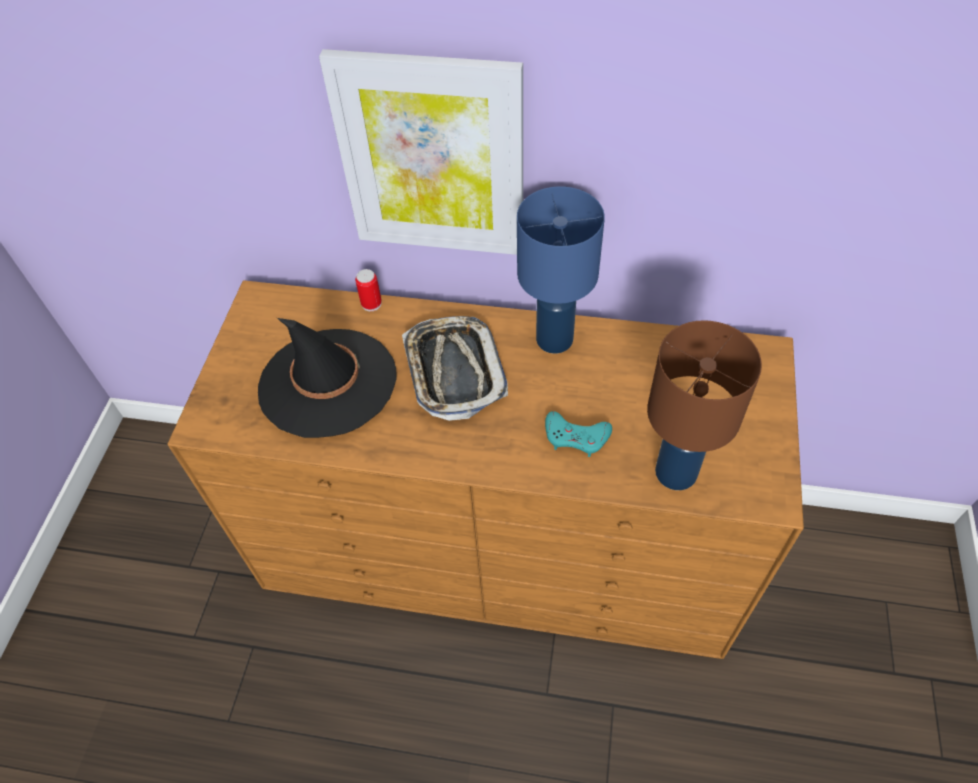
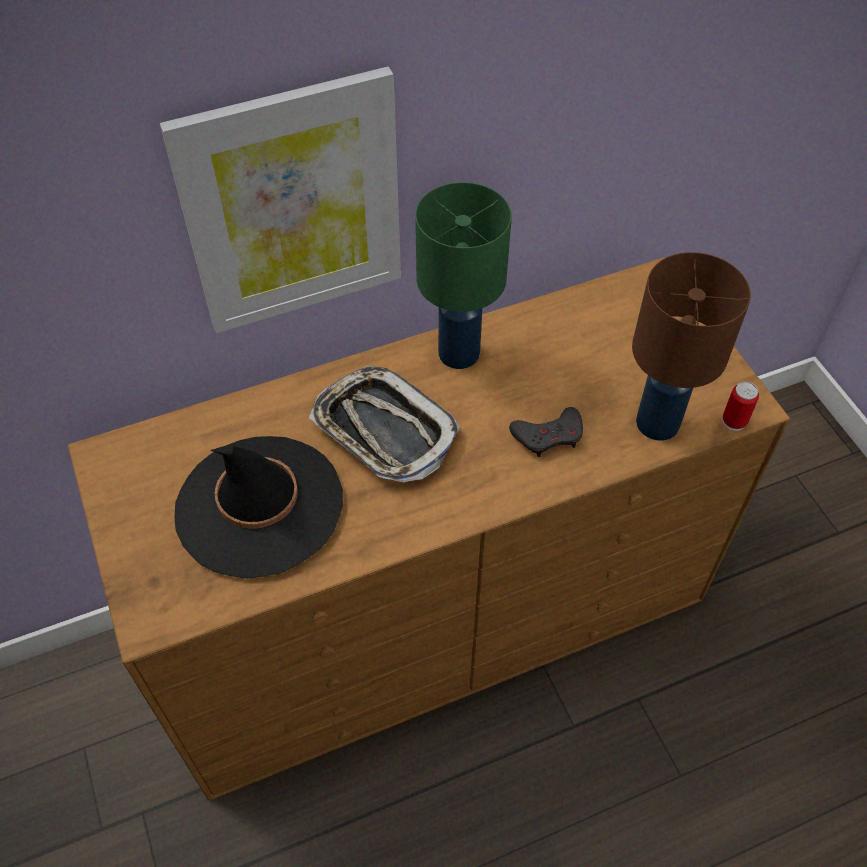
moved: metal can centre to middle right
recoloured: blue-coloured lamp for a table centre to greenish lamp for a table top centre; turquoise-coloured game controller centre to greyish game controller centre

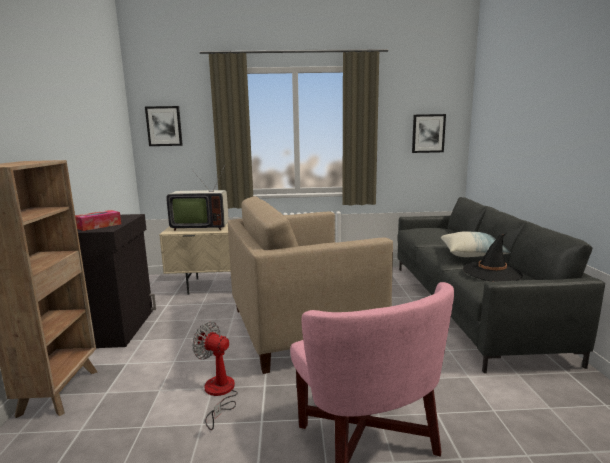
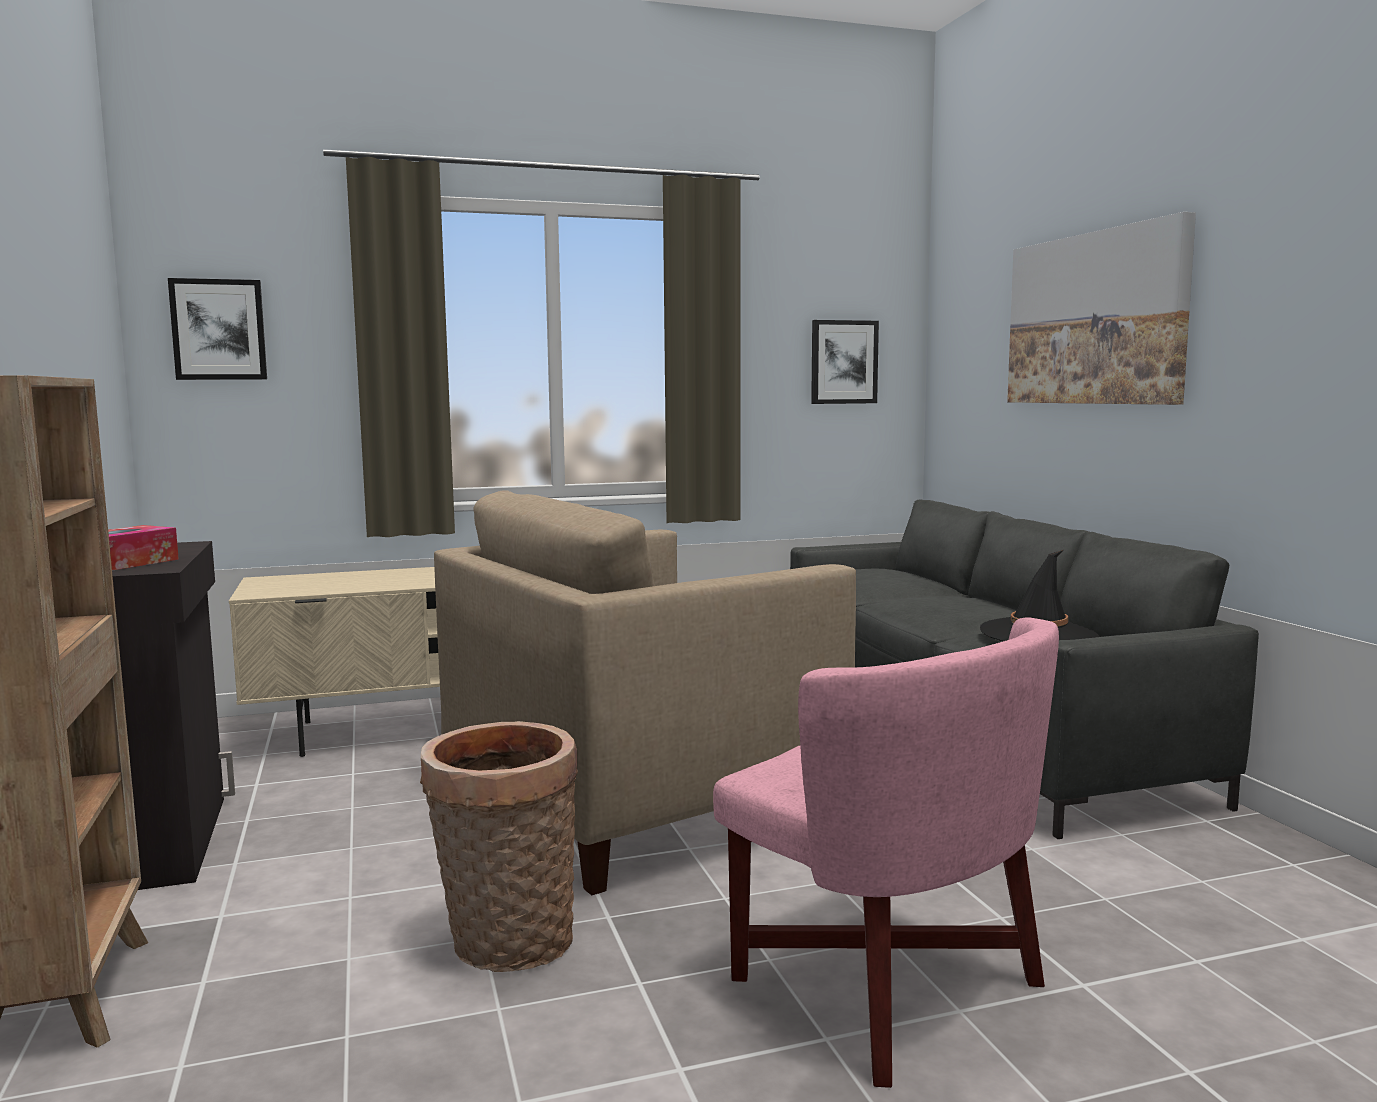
removed: TV set middle left; throw pillow middle right
added: picture (3rd from left) top right
replaced: cooling fan bottom centre to household basket bottom centre

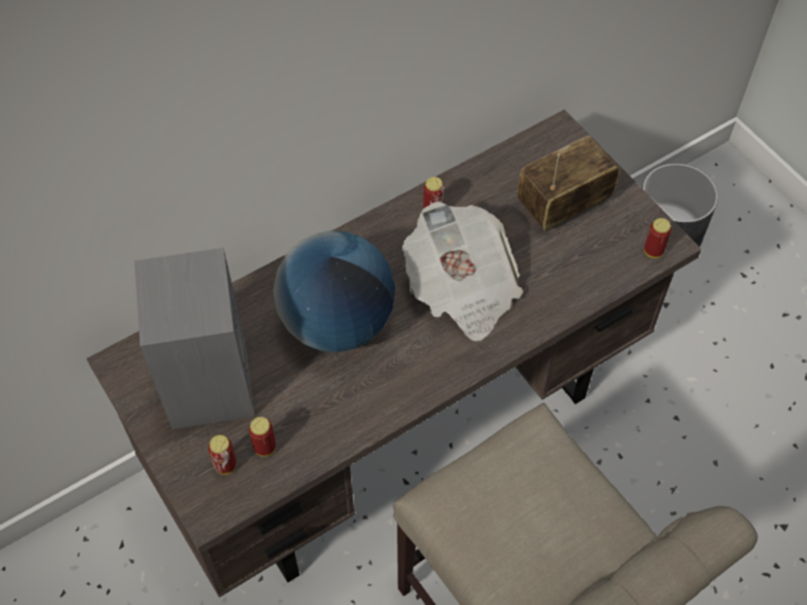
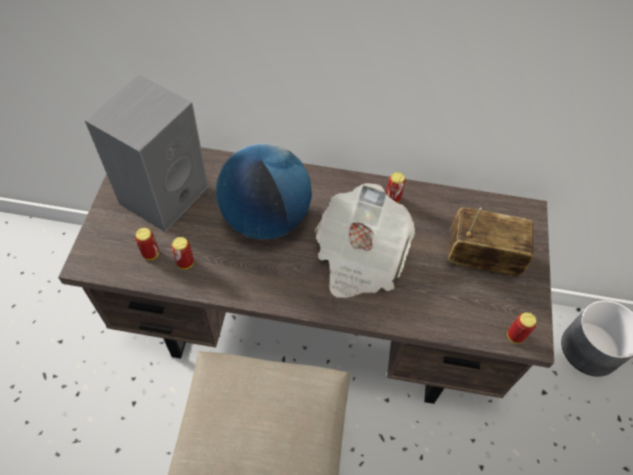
moved: metal can (1st from left in the first image) bottom left to metal can (2nd from left) middle left

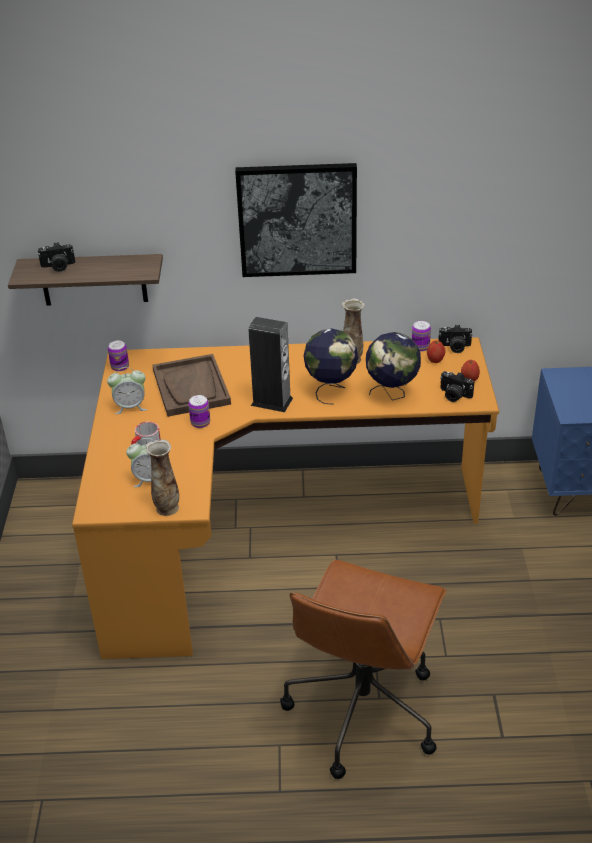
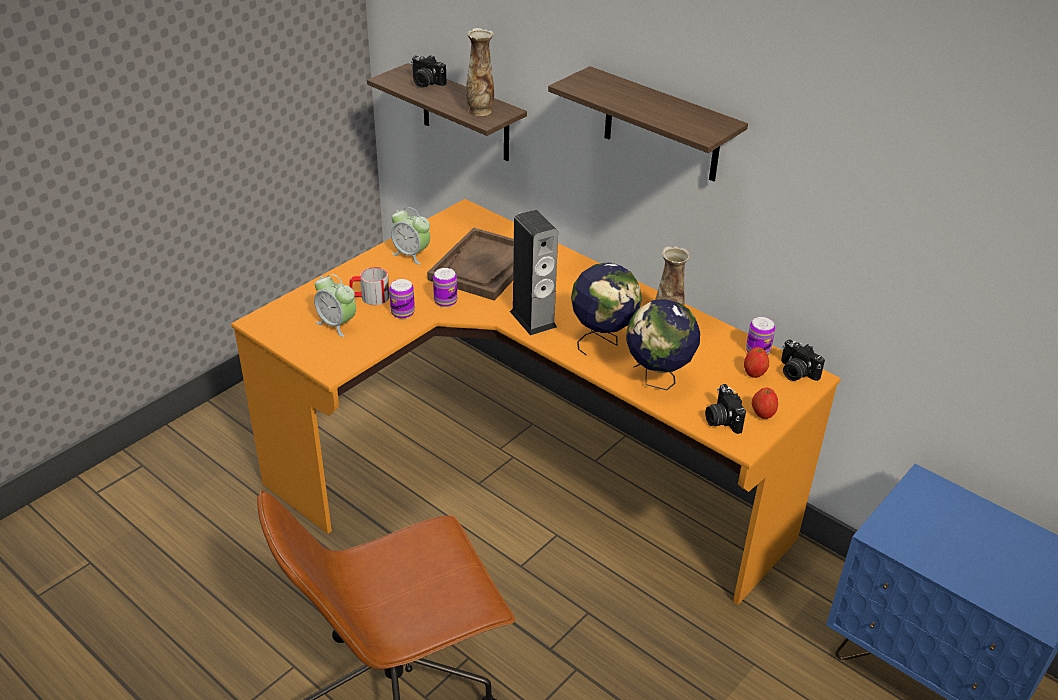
moved: metal can (1st from left) middle left to centre; vase (1st from left) middle left to top centre
replaced: picture top centre to bracket shelf (2nd from left) top centre

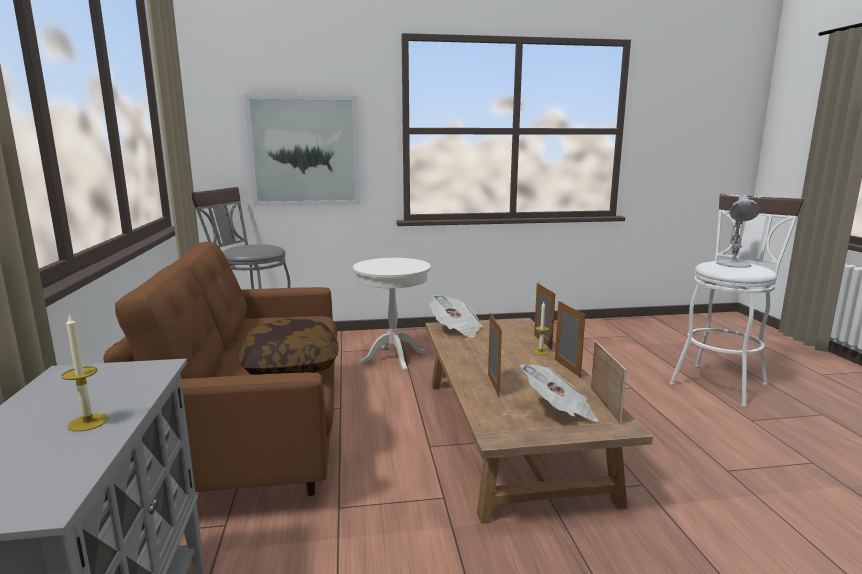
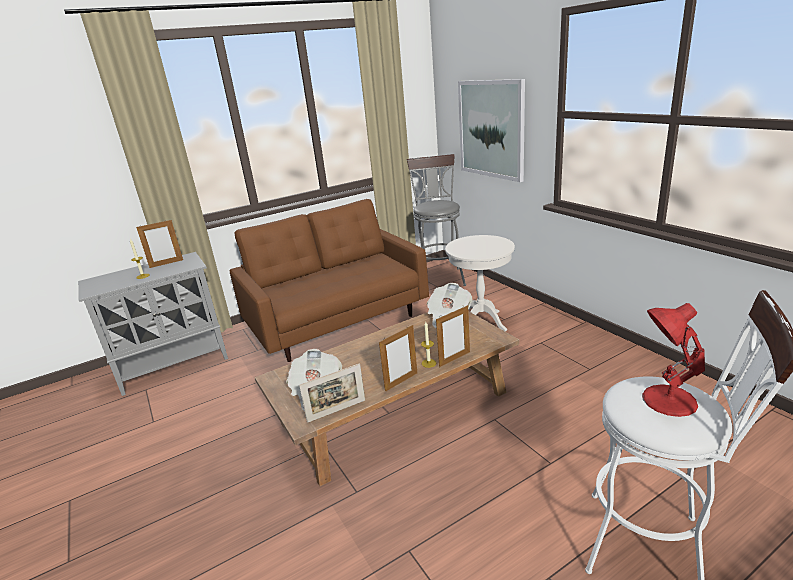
removed: throw pillow centre
moved: picture frame (1st from left) centre to middle left
recoloured: whitish lamp for a table middle right to red lamp for a table middle right

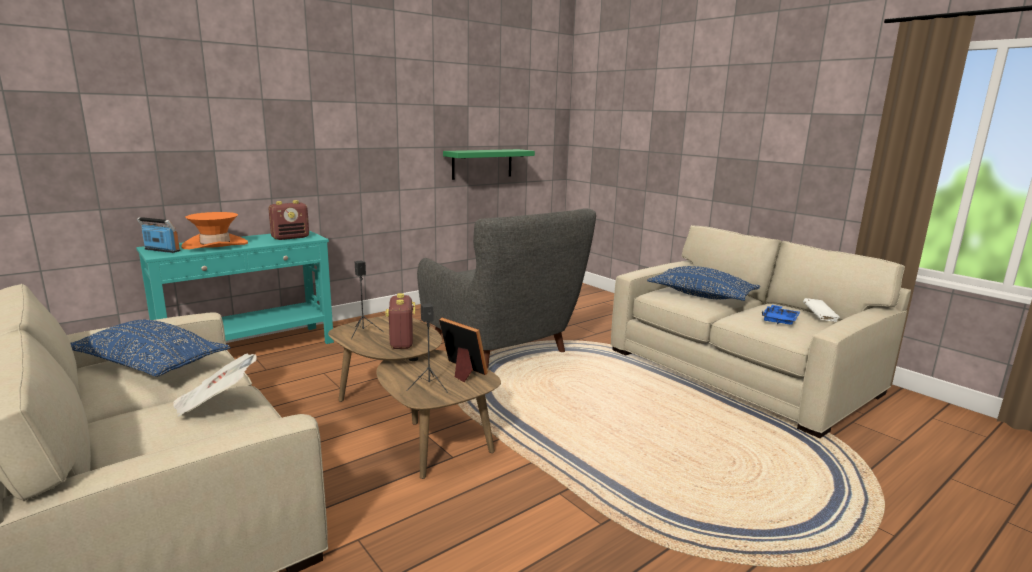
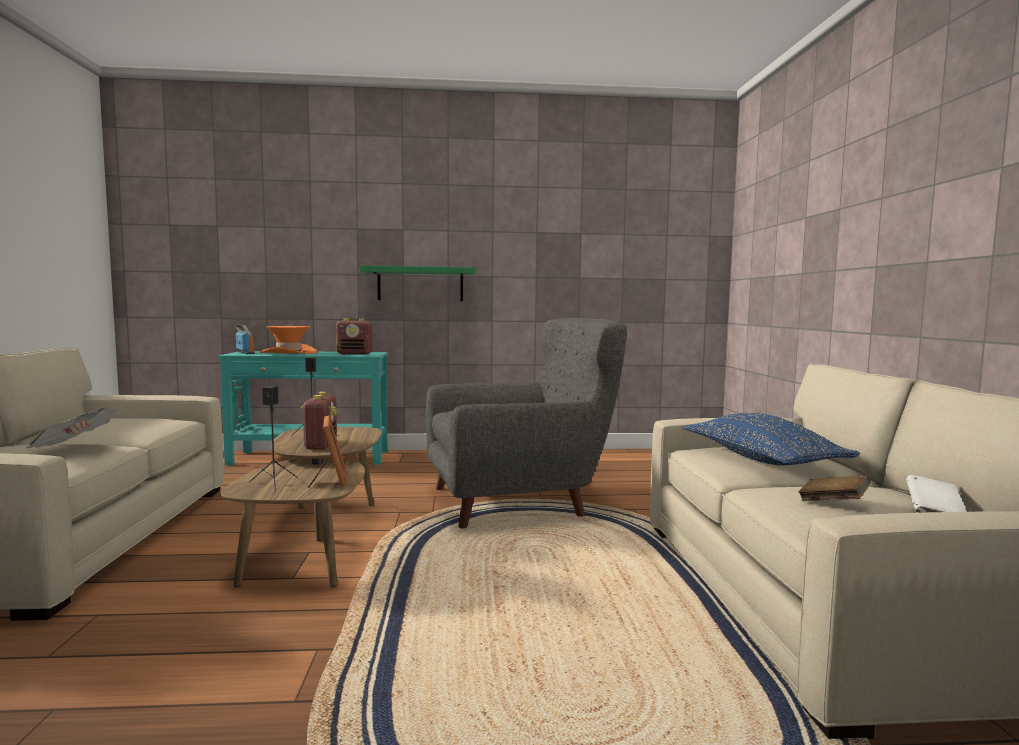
removed: blue-coloured throw pillow (1st from left) middle left
moved: greenish bracket shelf top centre to centre
replaced: blue-coloured tray middle right to brownish bound book middle right
turned: radio receiver (3rd from left in the first image) centre = middle left 150 degrees clockwise; greyish armchair centre = centre 105 degrees counterclockwise

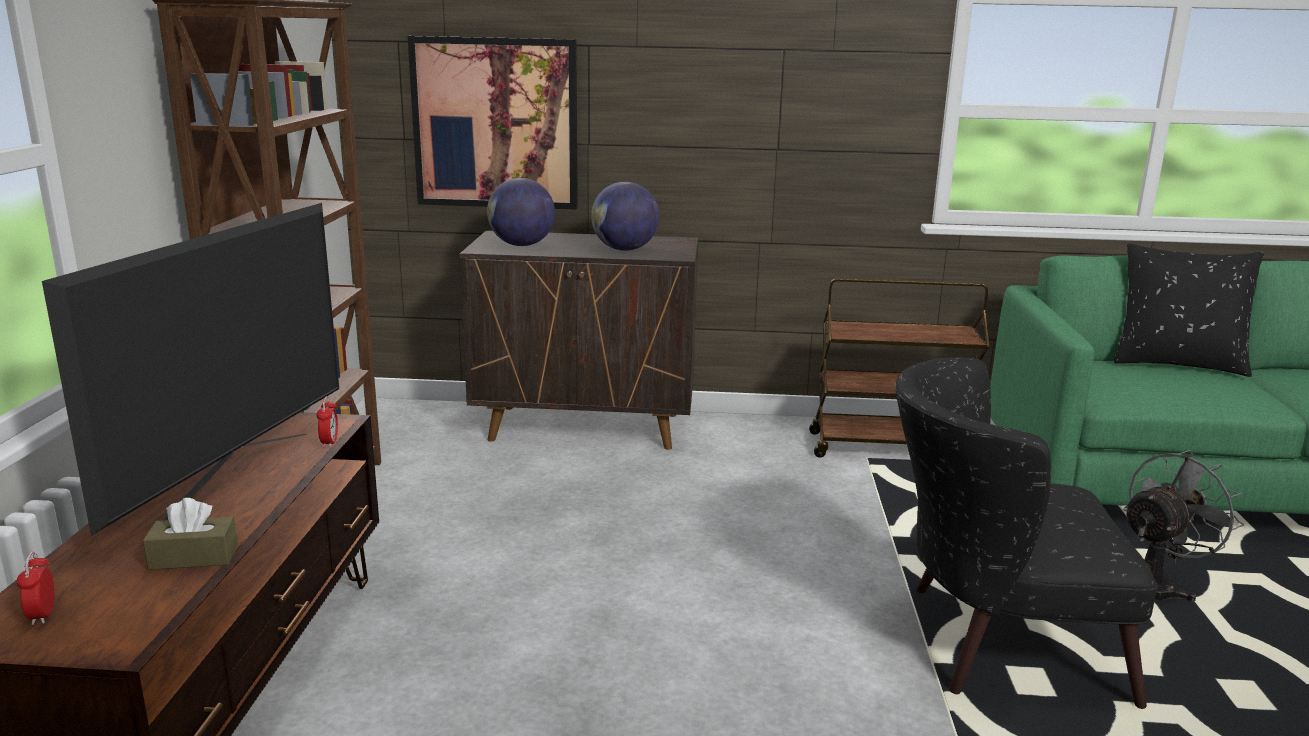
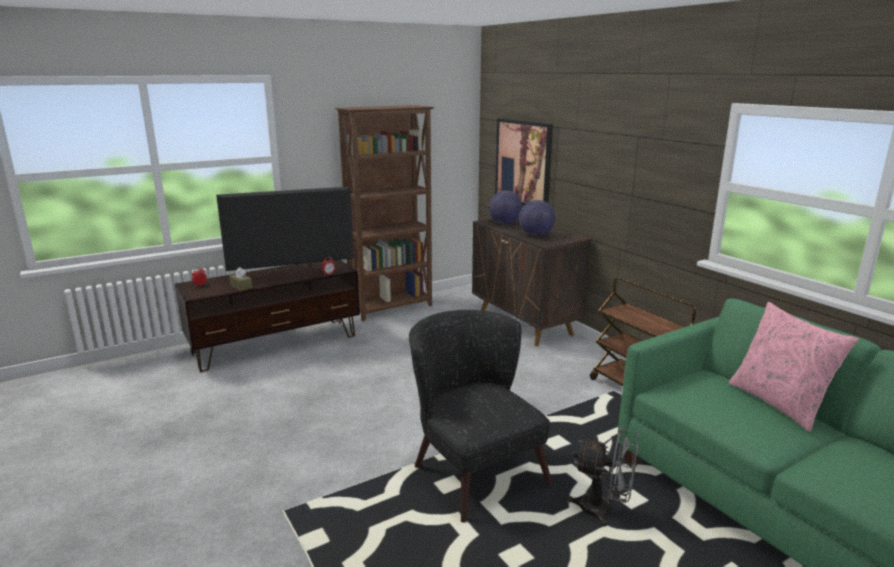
recoloured: blackish throw pillow middle right to pink throw pillow middle right

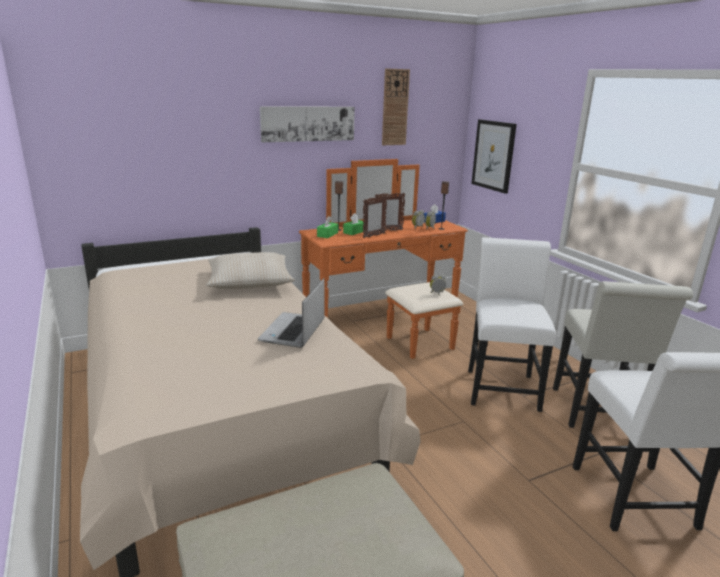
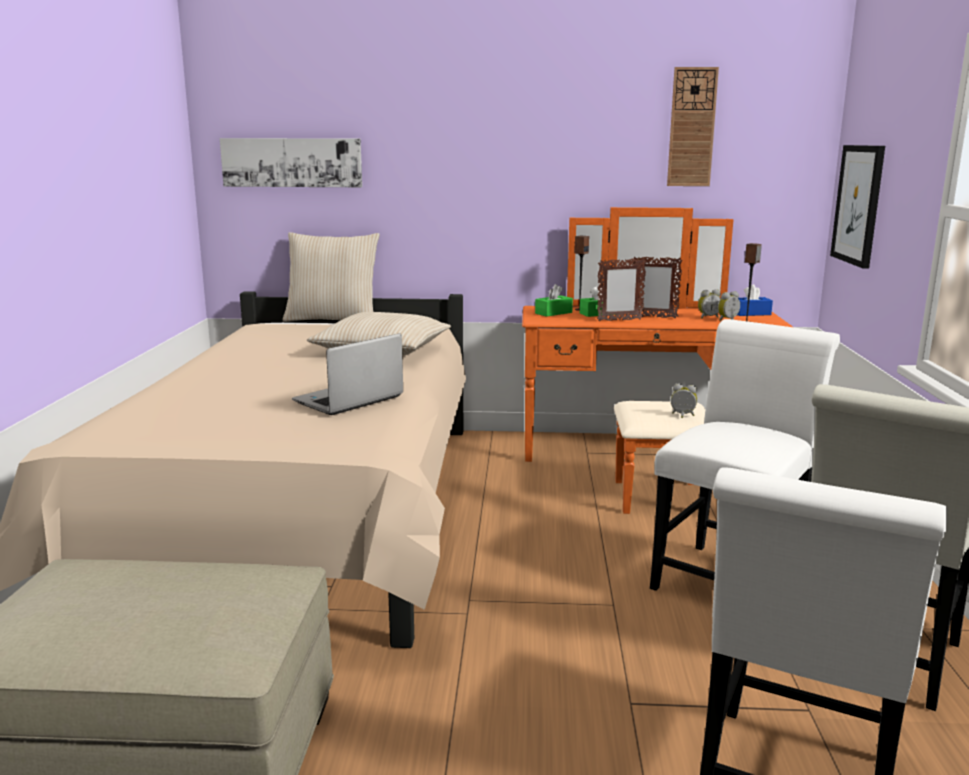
added: sand-coloured throw pillow (1st from left) centre
moved: picture (1st from left) top centre to top left

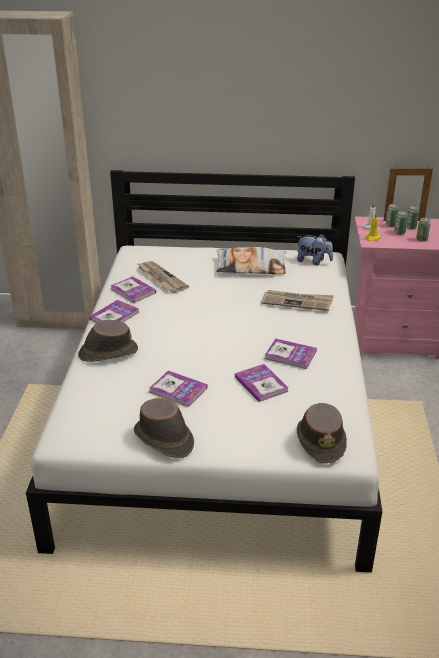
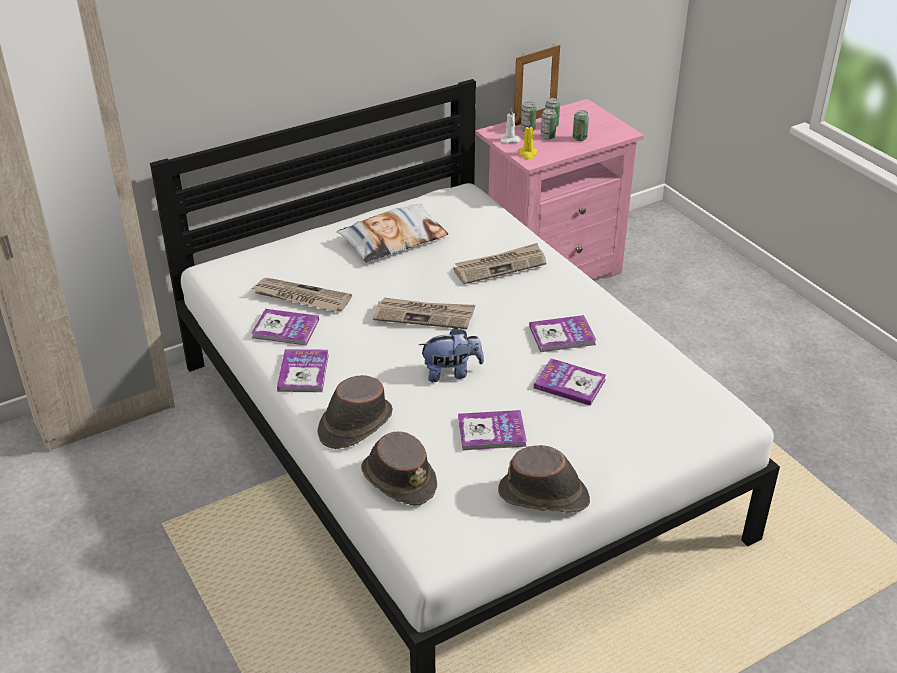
added: newspaper (2nd from left) centre
moved: soft toy middle right to centre; brownish hat (3rd from left in the first image) middle right to brownish hat (2nd from left) bottom centre

